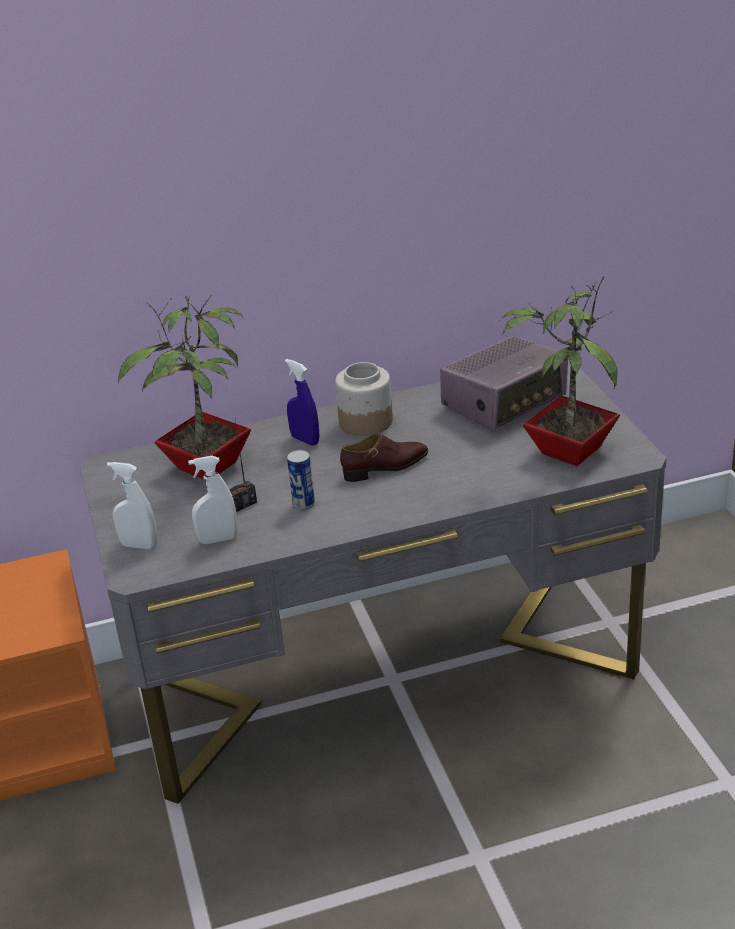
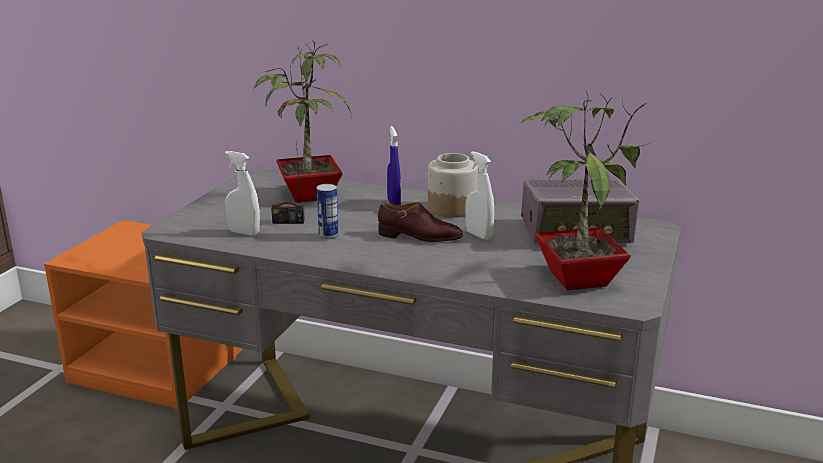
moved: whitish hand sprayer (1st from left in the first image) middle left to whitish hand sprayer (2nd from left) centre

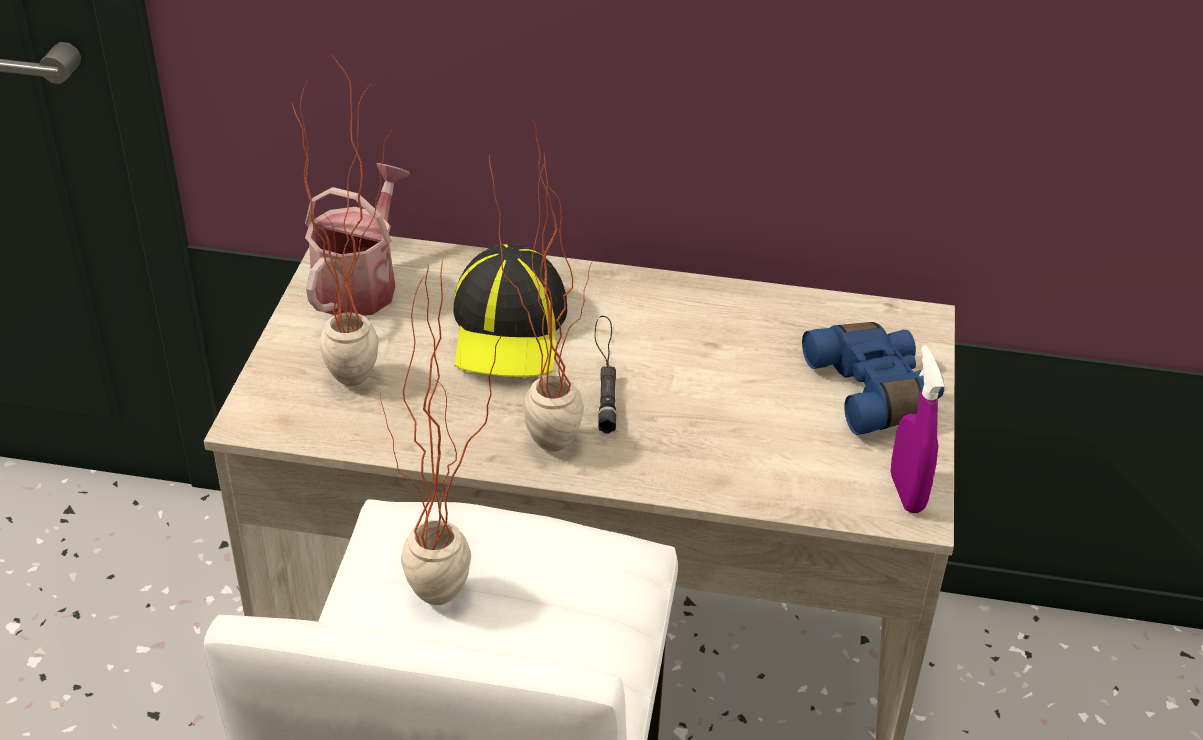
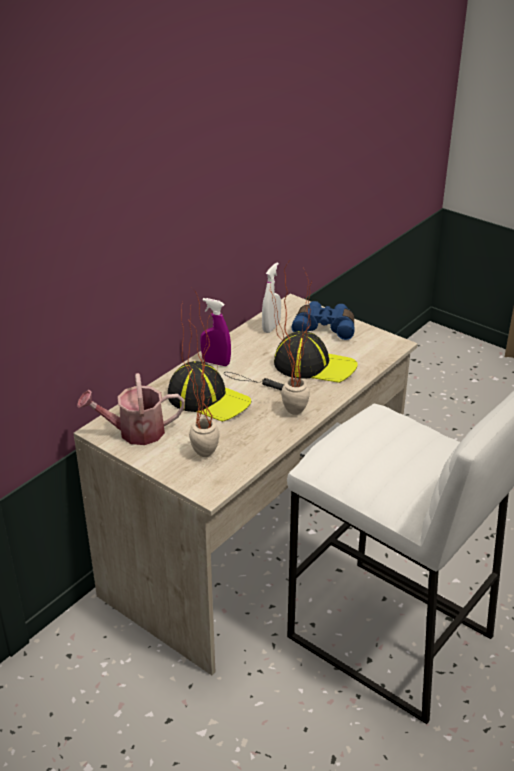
removed: houseplant (2nd from left) centre
added: whitish hand sprayer centre; baseball cap (2nd from left) centre
moved: purple hand sprayer middle right to centre
turned: watering pot top left = middle left 60 degrees counterclockwise

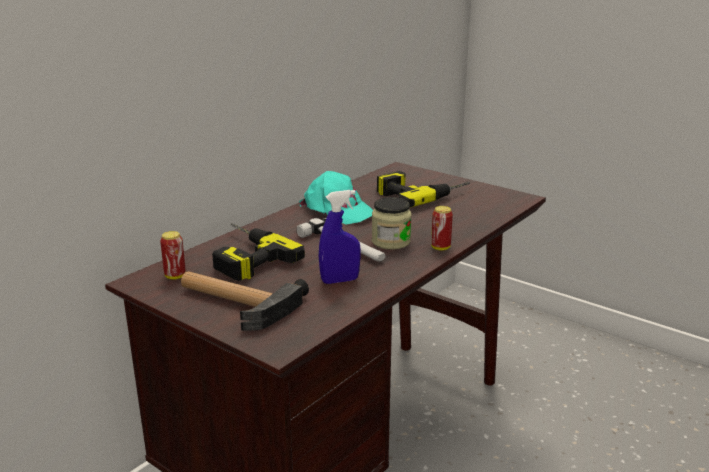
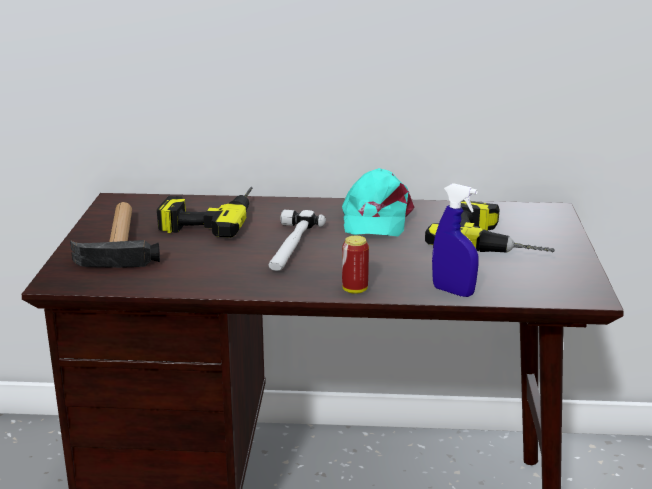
removed: metal can (1st from left) middle left; storage jar centre
moved: blue-coloured hand sprayer centre to middle right

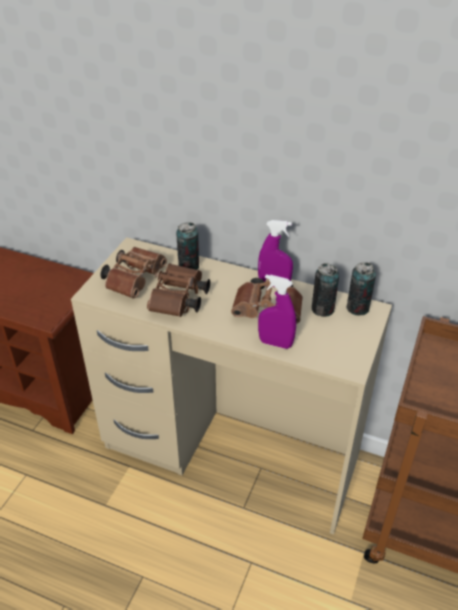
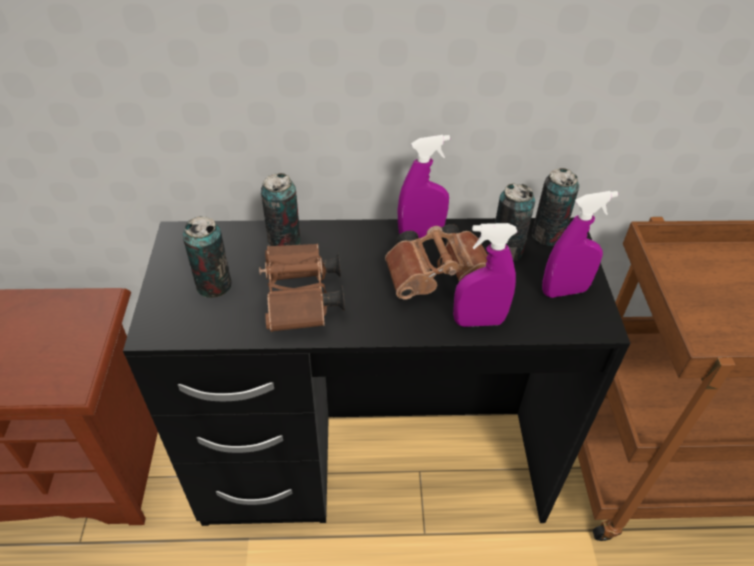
added: purple hand sprayer (3rd from left) middle right
replaced: brownish pair of binoculars (1st from left) middle left to metal can (1st from left) middle left
recoloured: sand-coloured desk table centre to blackish desk table centre

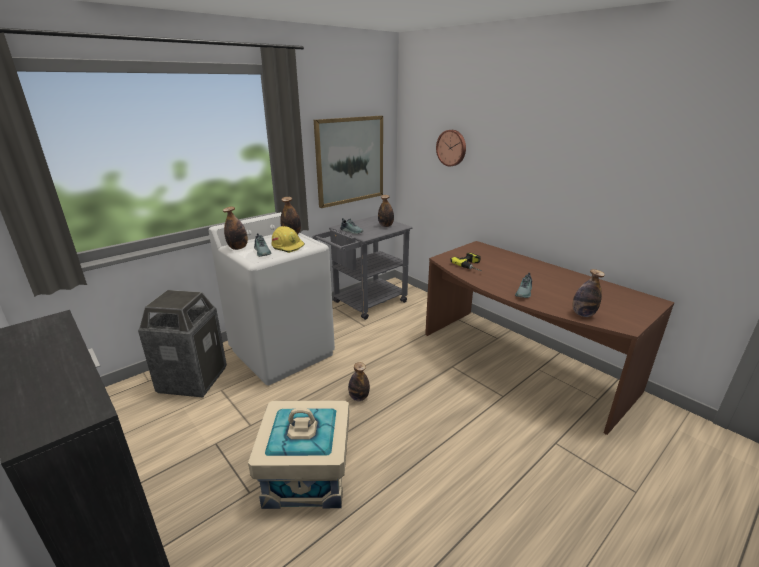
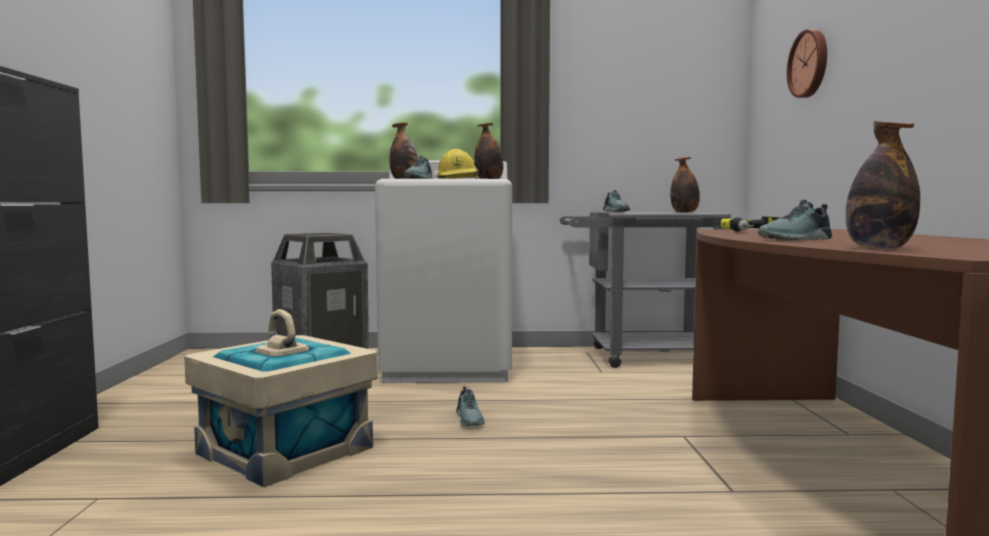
removed: picture top centre
replaced: drink bottle (3rd from left) bottom centre to item of footwear (2nd from left) bottom centre

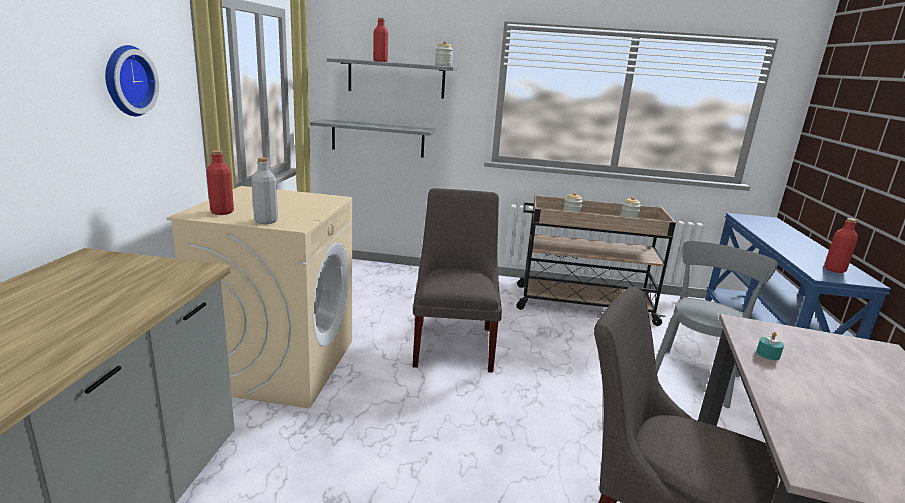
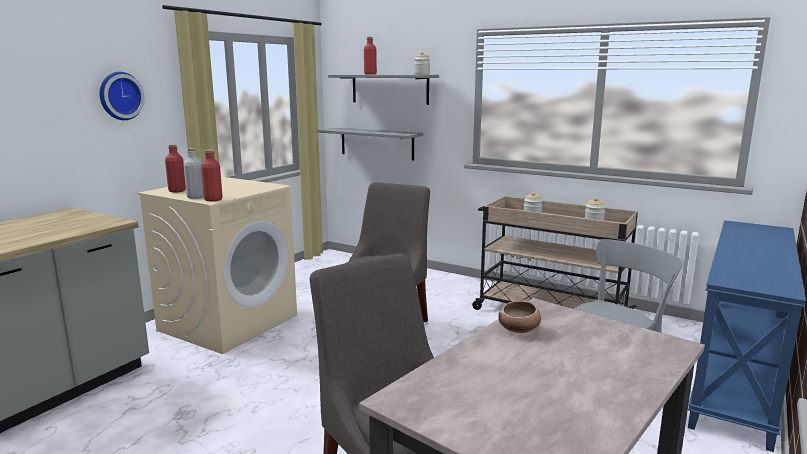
moved: red drink bottle (3rd from left in the first image) middle right to red drink bottle (2nd from left) middle left
replaced: turquoise-coloured wax candle bottom right to bowl bottom centre

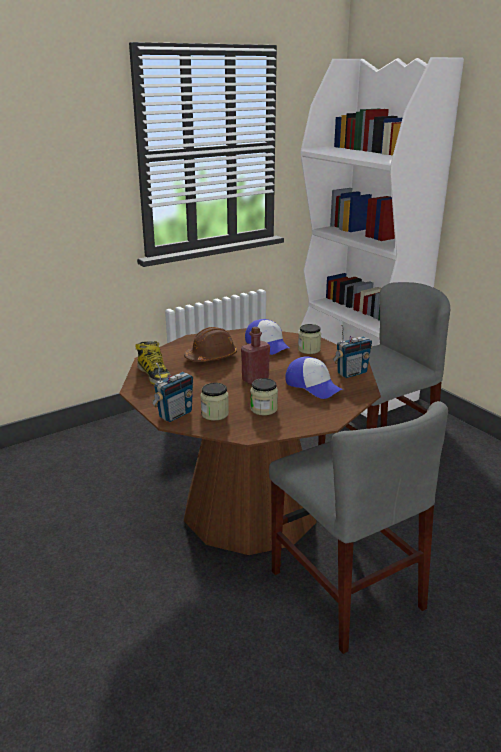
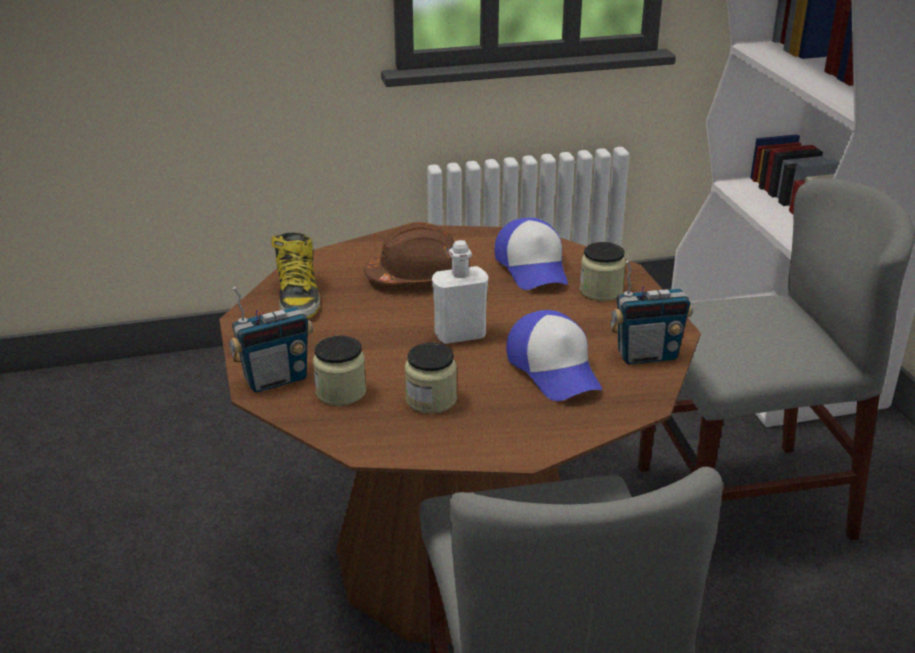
recoloured: red drink bottle centre to whitish drink bottle centre

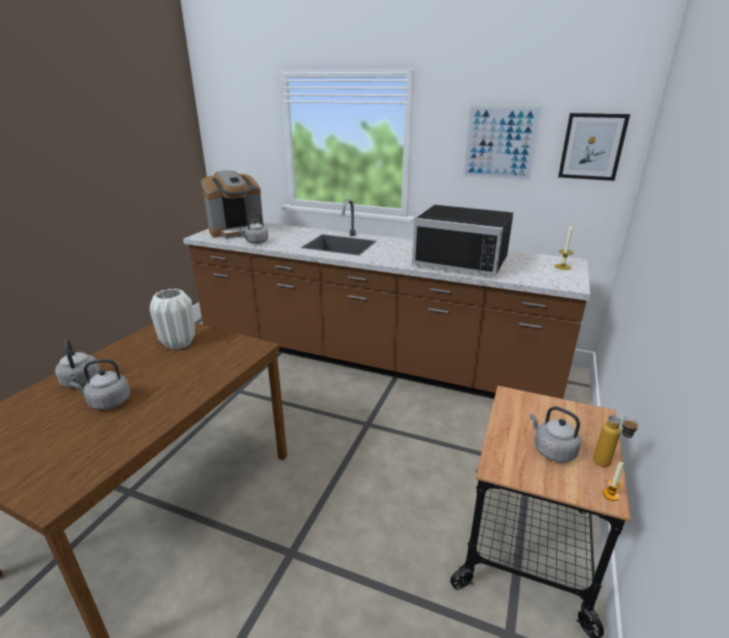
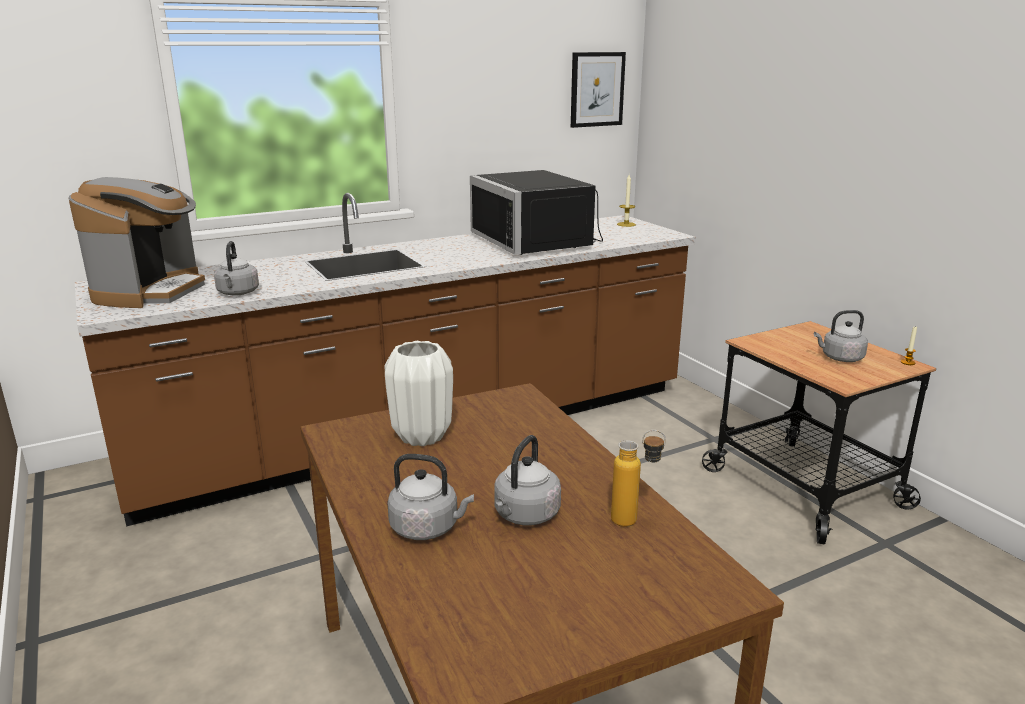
removed: picture (1st from left) top right
moved: drink bottle bottom right to bottom centre
turned: blackish microwave oven centre = top centre 90 degrees clockwise

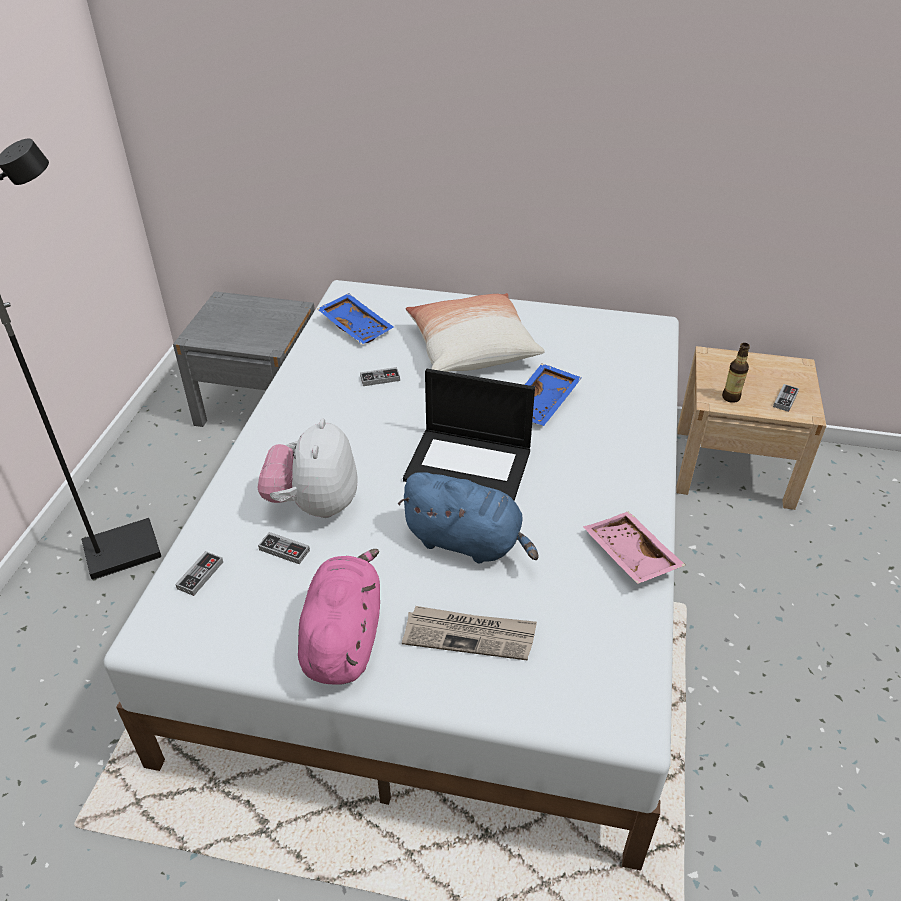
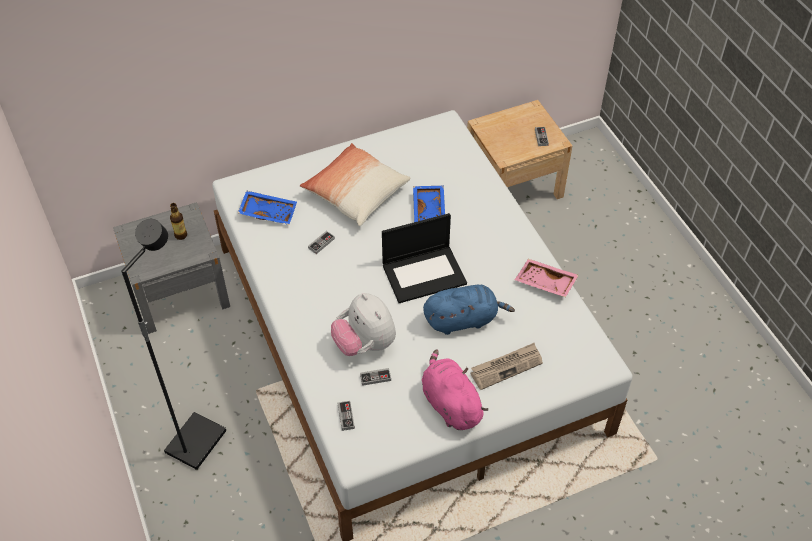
moved: drink bottle middle right to middle left

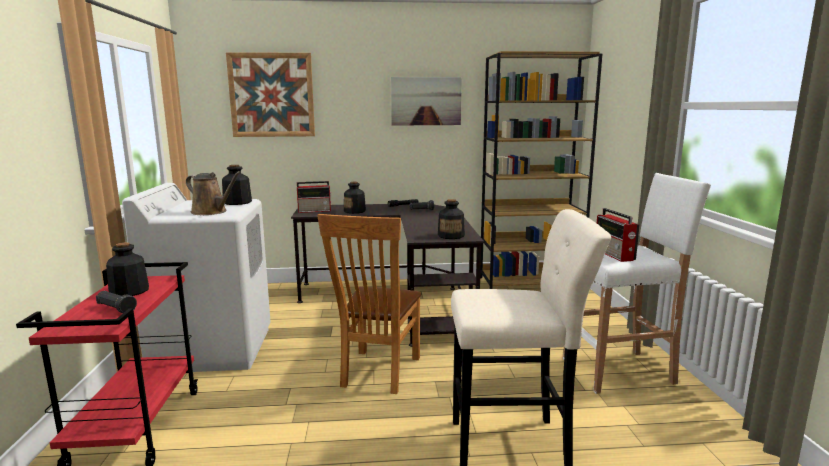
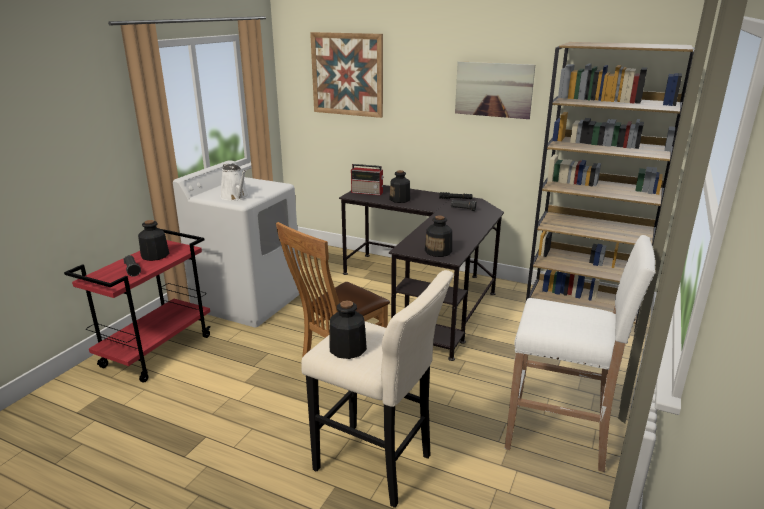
removed: radio receiver (2nd from left) middle right
moved: drink bottle (2nd from left) middle left to centre
recoloured: brownish watering pot middle left to whitish watering pot middle left

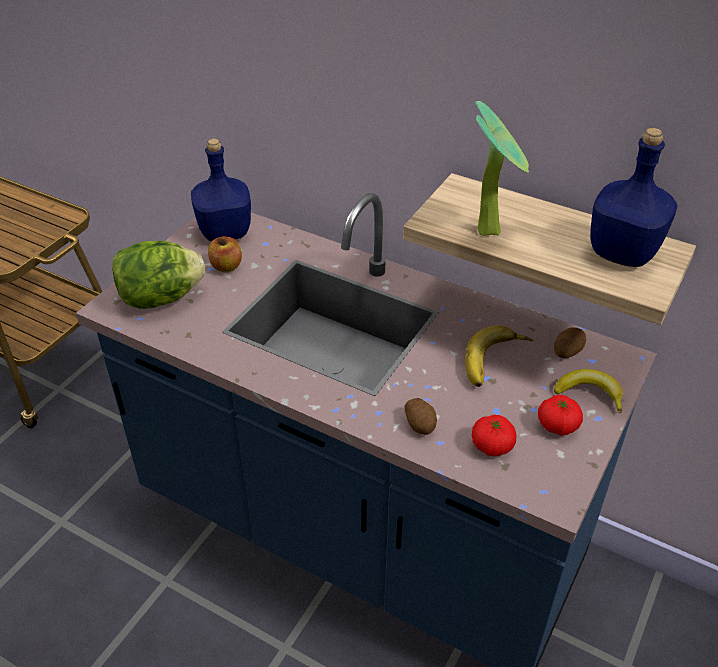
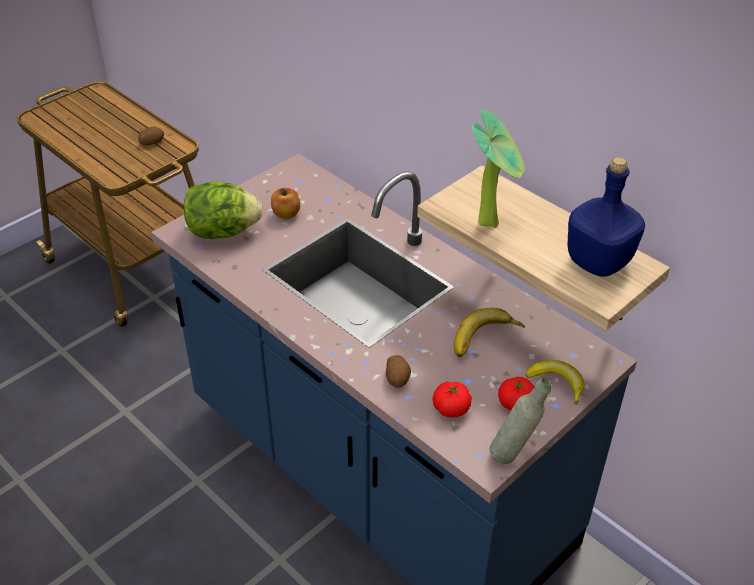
removed: blue-coloured drink bottle (1st from left) top left
added: greyish drink bottle bottom right
moved: whole potato (2nd from left in the first image) middle right to whole potato (1st from left) top left

